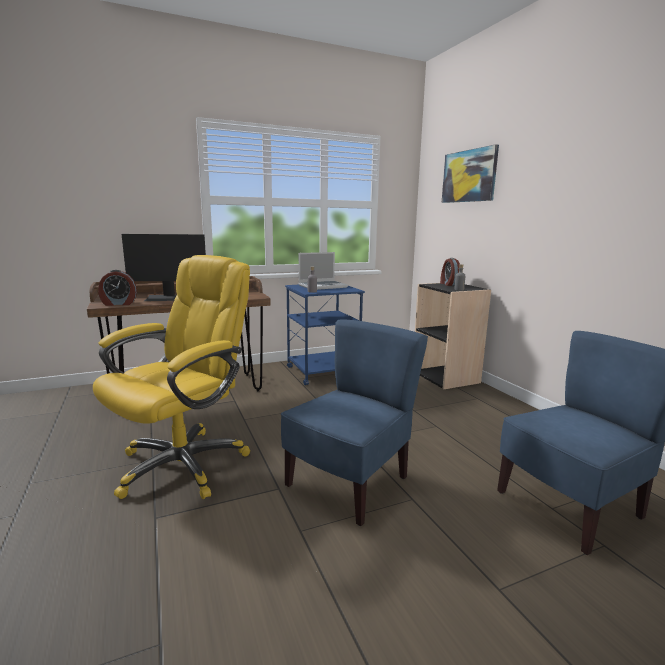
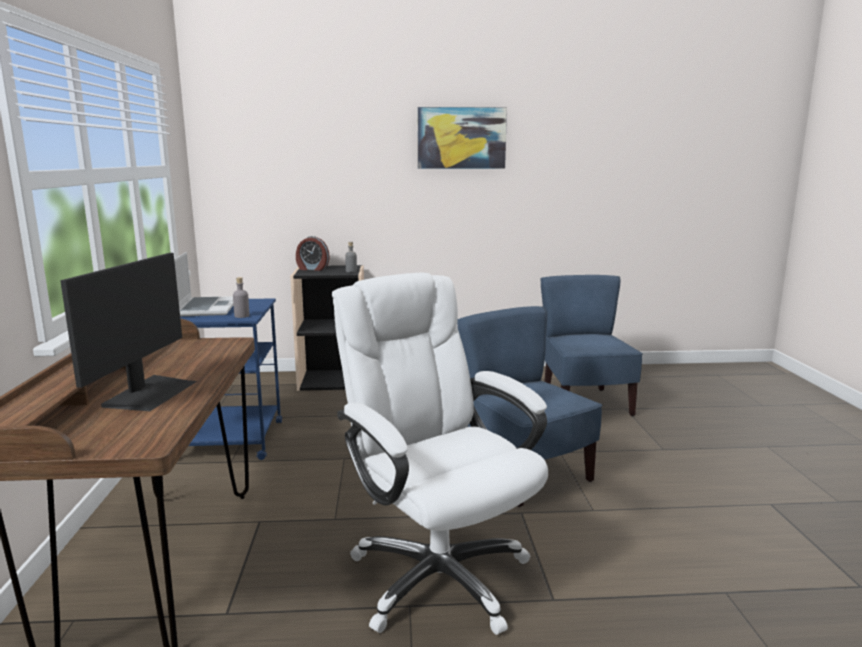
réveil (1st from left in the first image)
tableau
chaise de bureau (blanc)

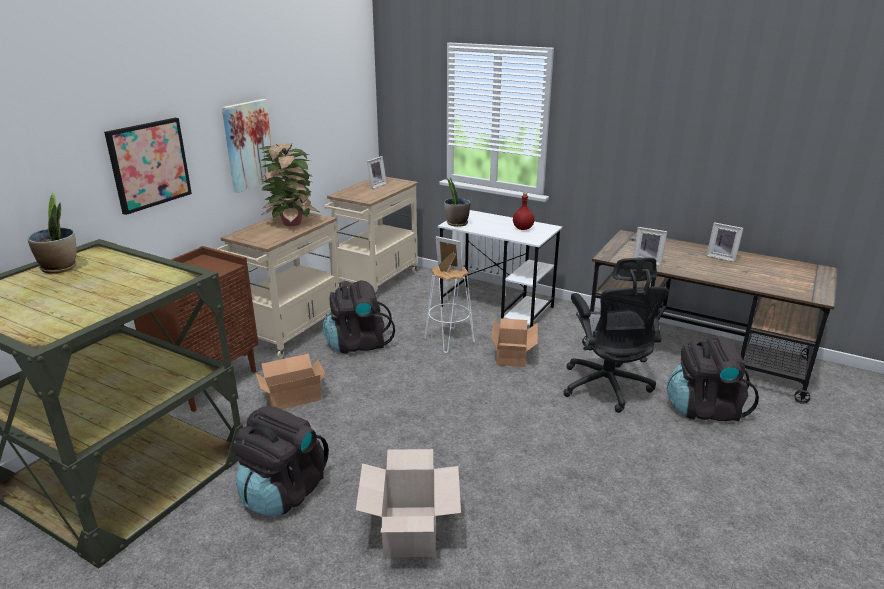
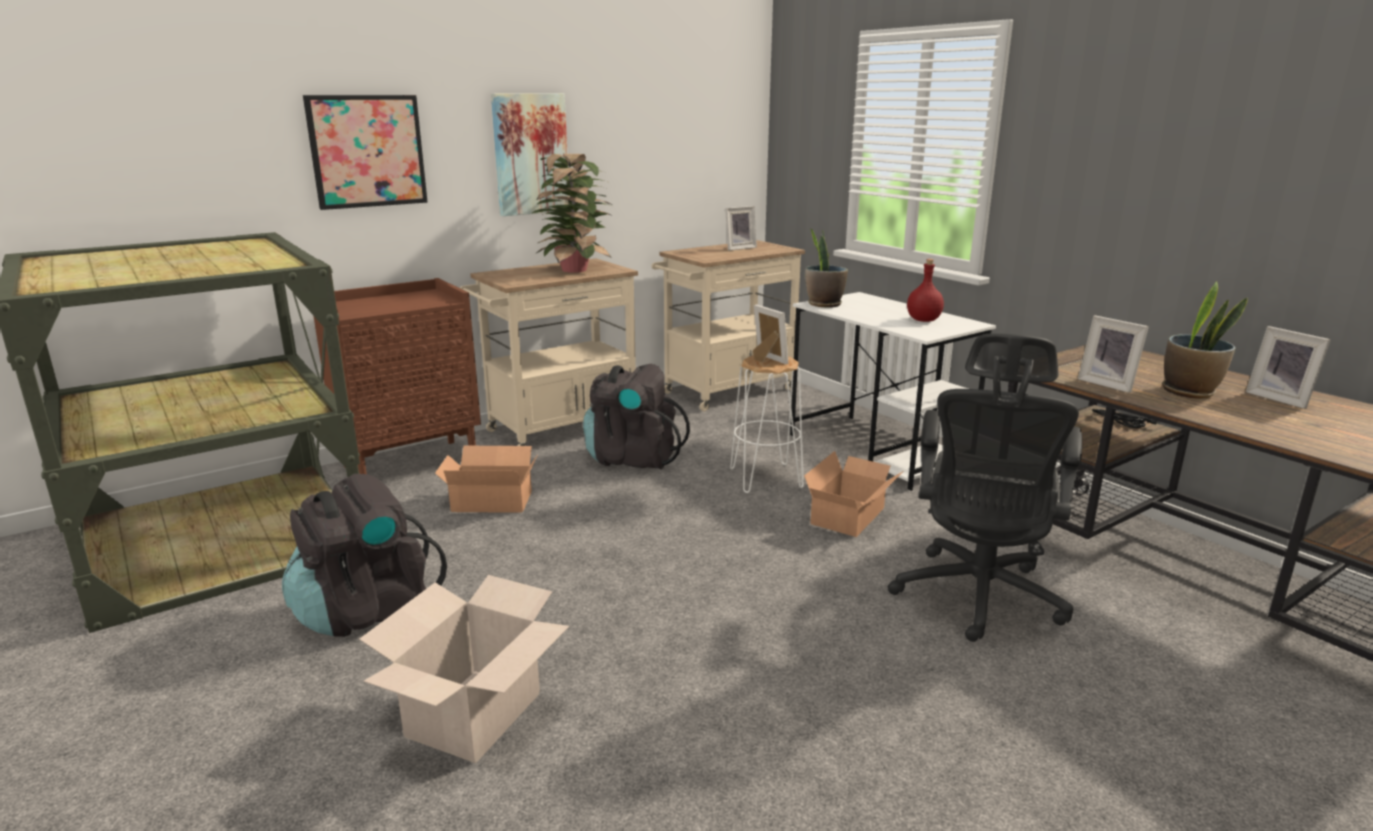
sac à dos (noir) (3rd from left in the first image)
plante en pot (3rd from left)

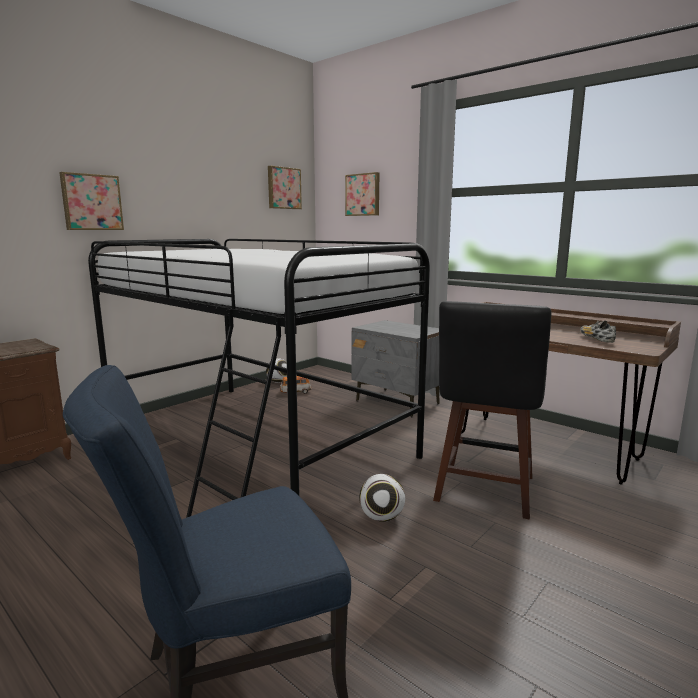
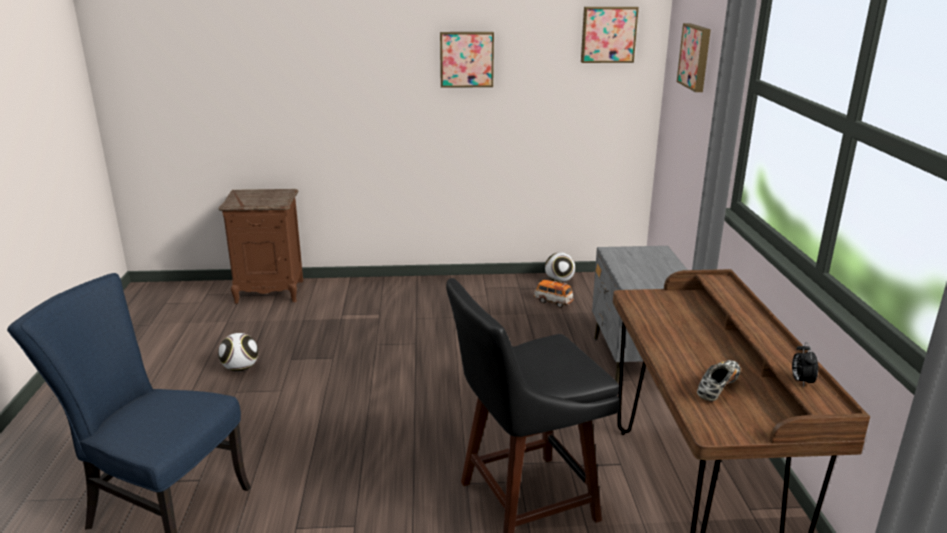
lit (noir)
réveil
tableau (1st from left)
ballon de foot (1st from left)

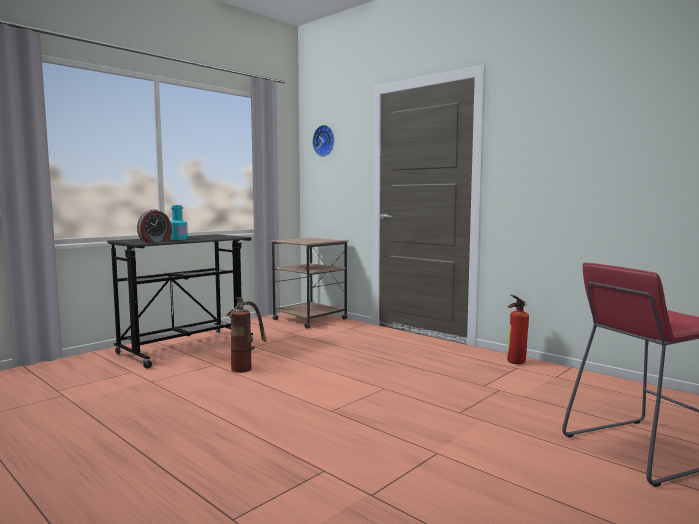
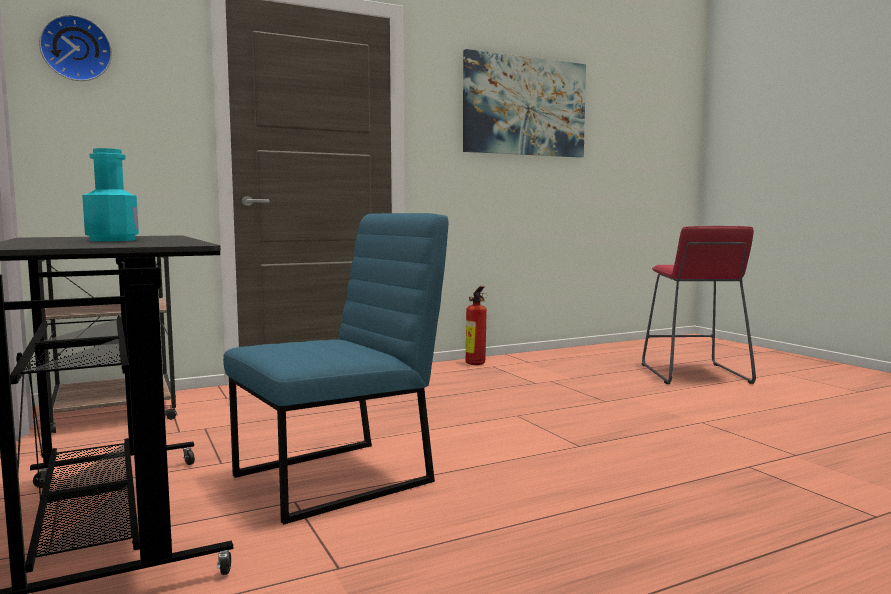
réveil
tableau
chaise (bleu)

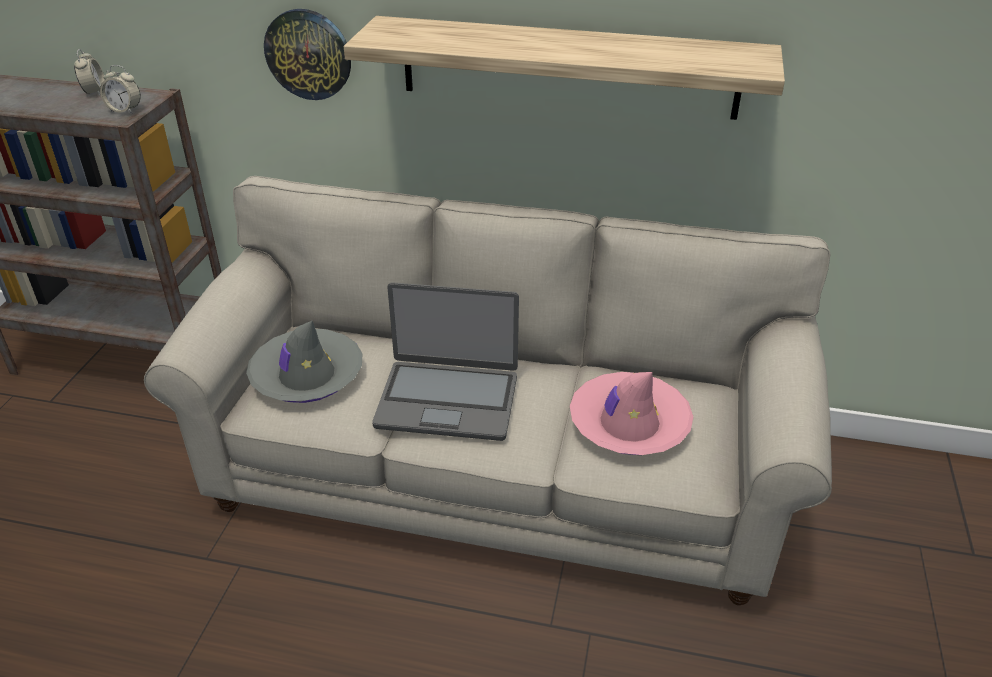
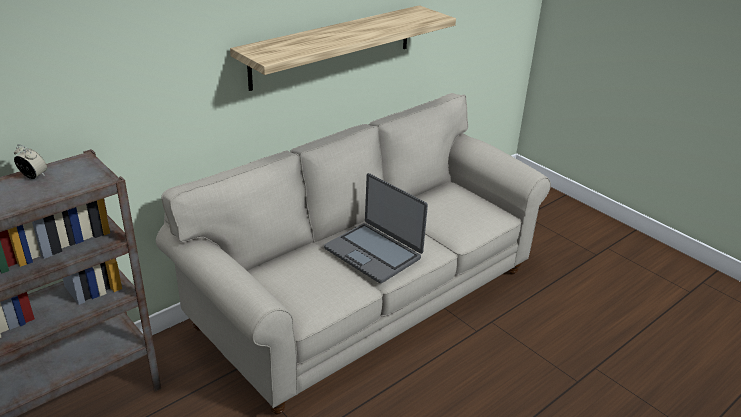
réveil (2nd from left in the first image)
chapeau (gris)
horloge murale
chapeau (rose)
ordinateur portable

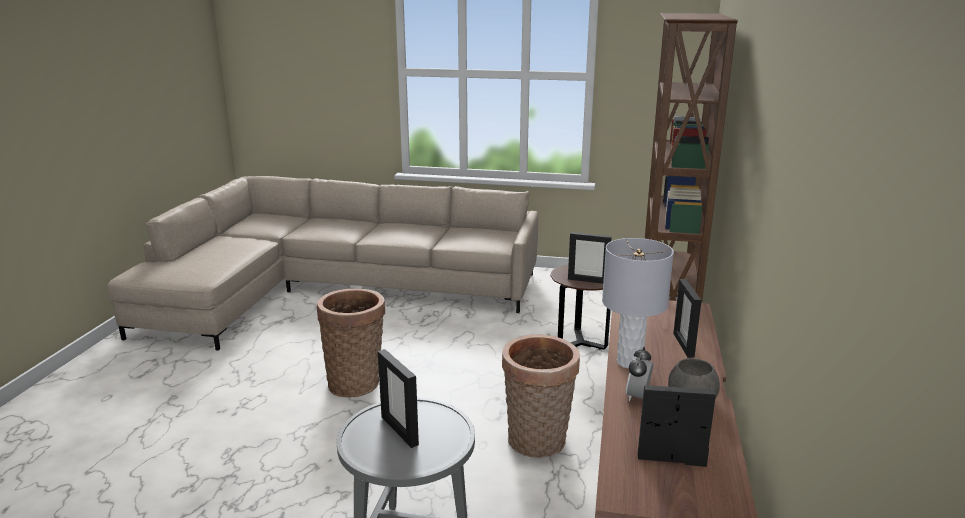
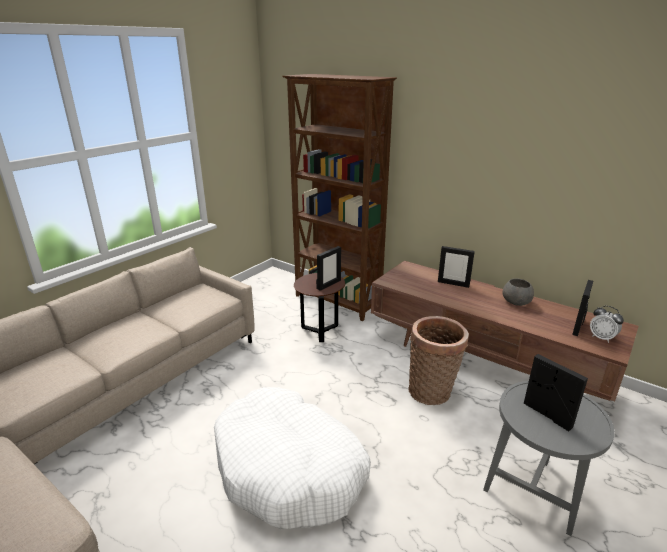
lampe de table (gris)
réveil
panier pour chien (blanc)
cadre photo (3rd from left)

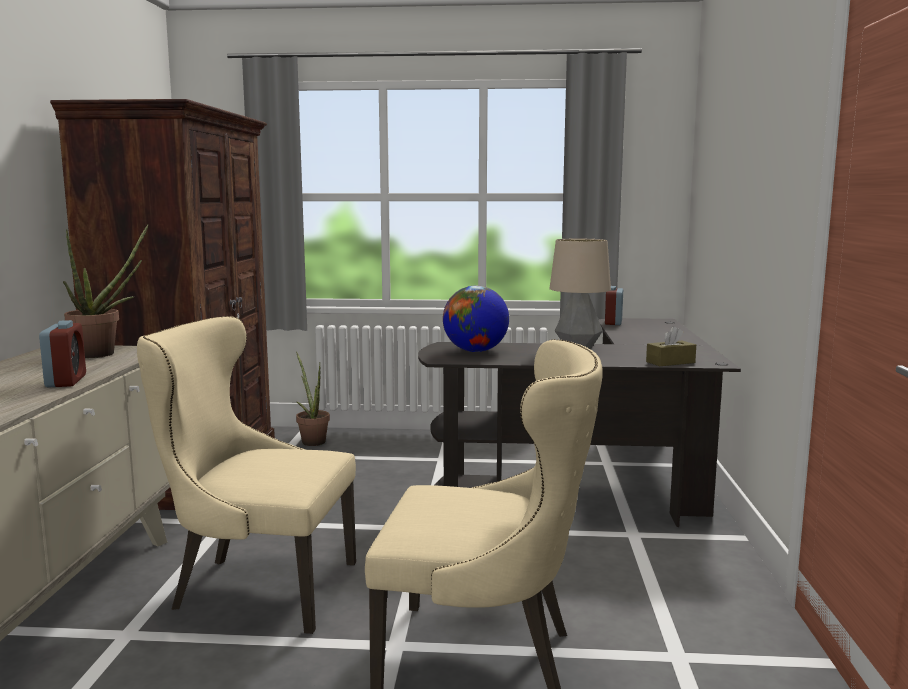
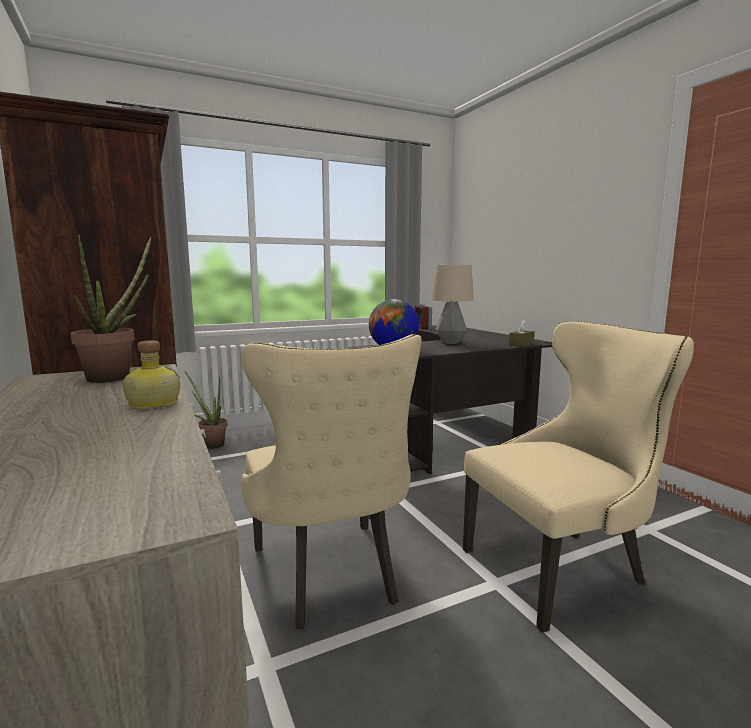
bouteille
chaise (beige) (1st from left)

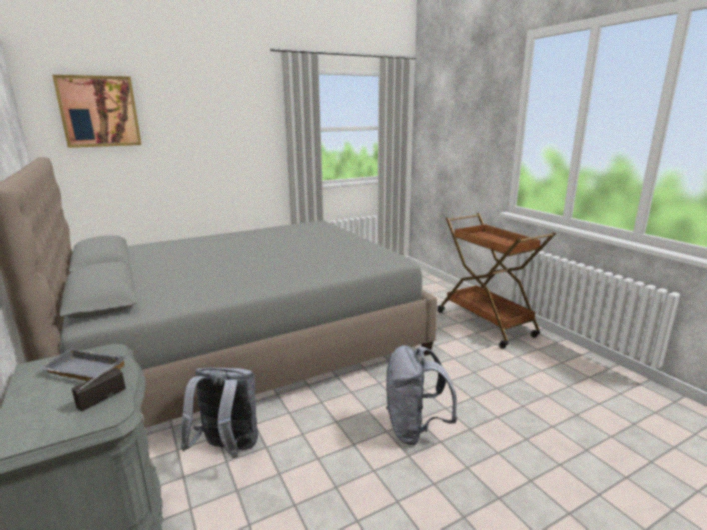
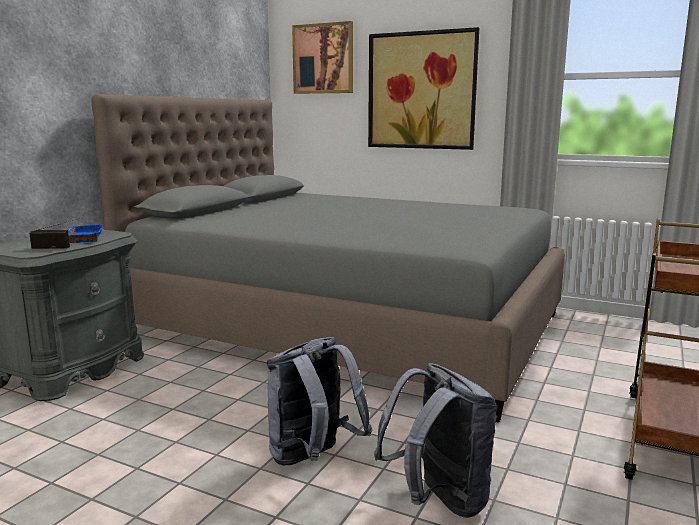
tableau (2nd from left)
sac à dos (gris) (2nd from left)
plateau (bleu)

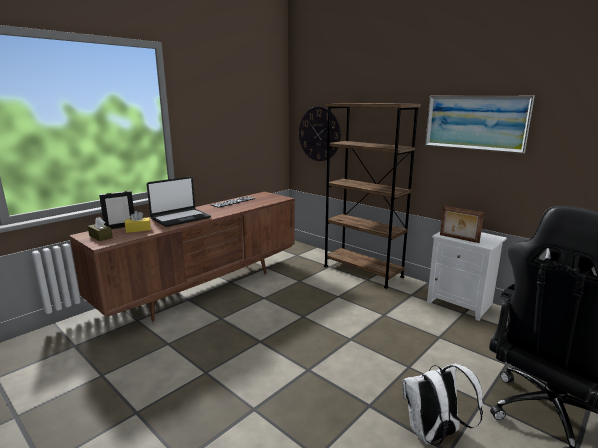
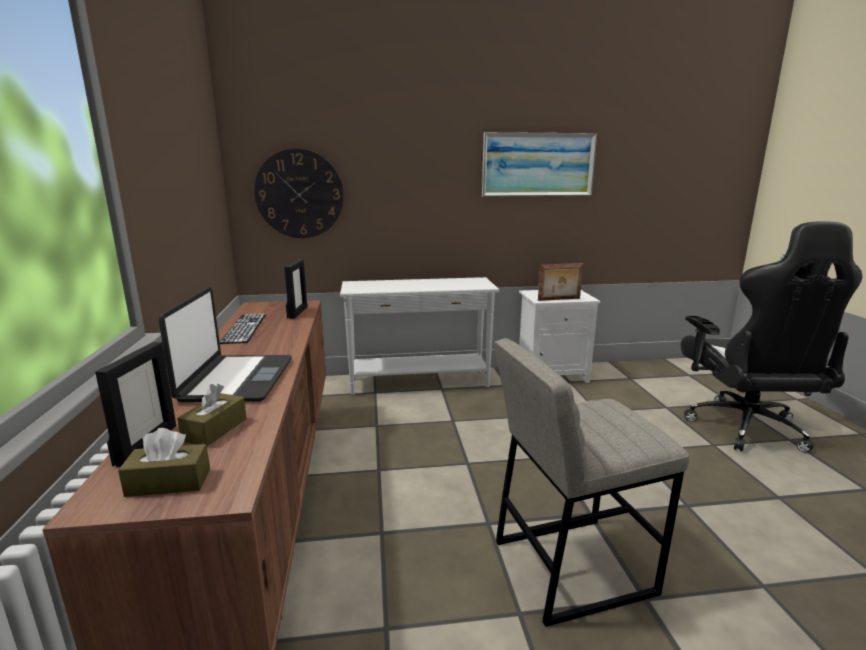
sac à dos (blanc)
cadre photo (2nd from left)
chaise (gris)
table console (blanc)
boîte à mouchoirs (marron) (2nd from left)

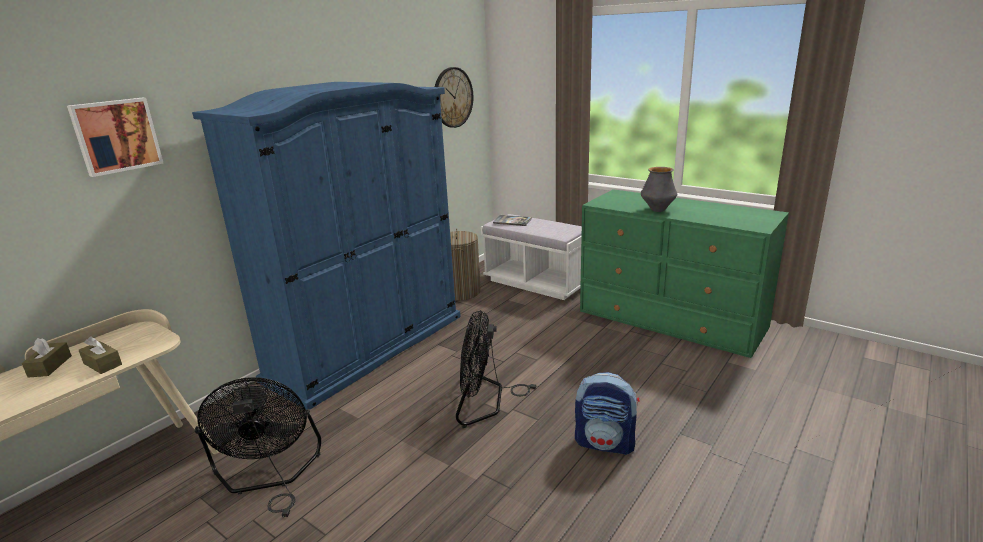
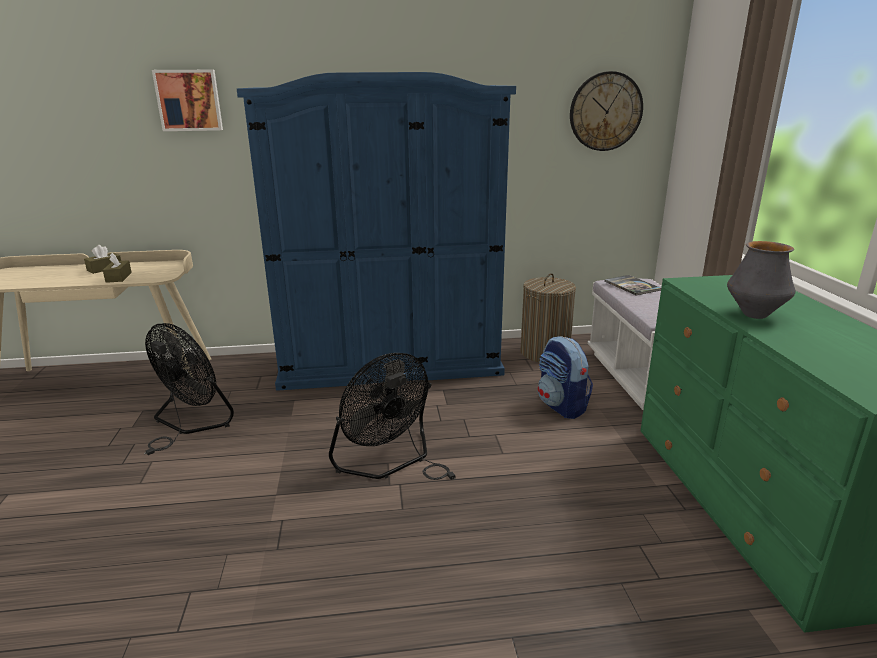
sac à dos

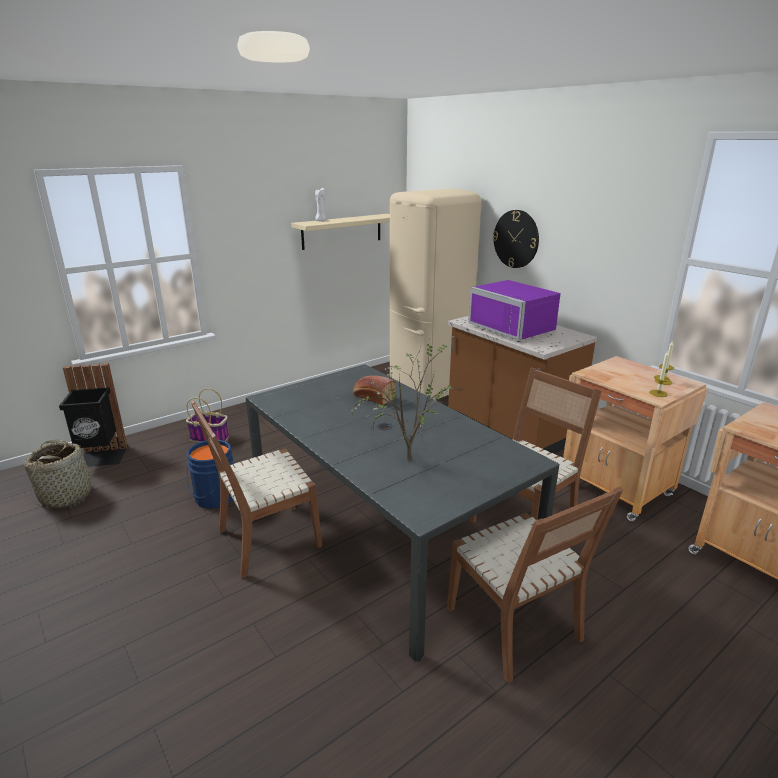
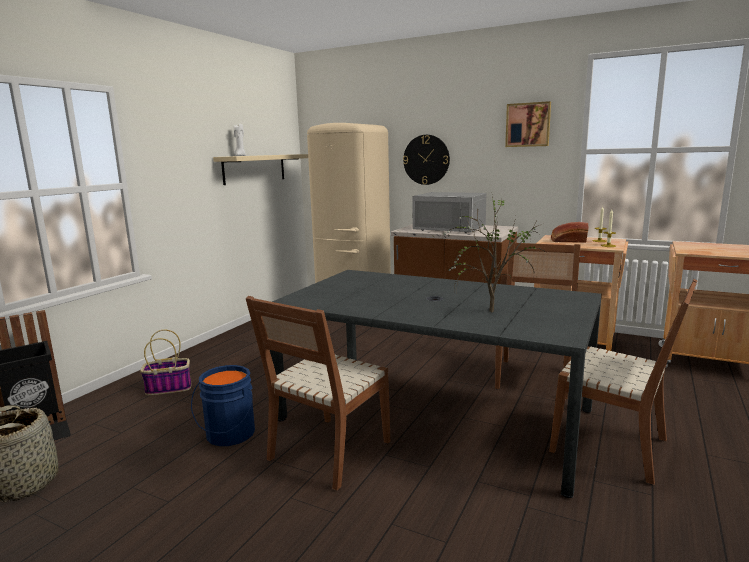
tableau
pain
micro-ondes (gris)

